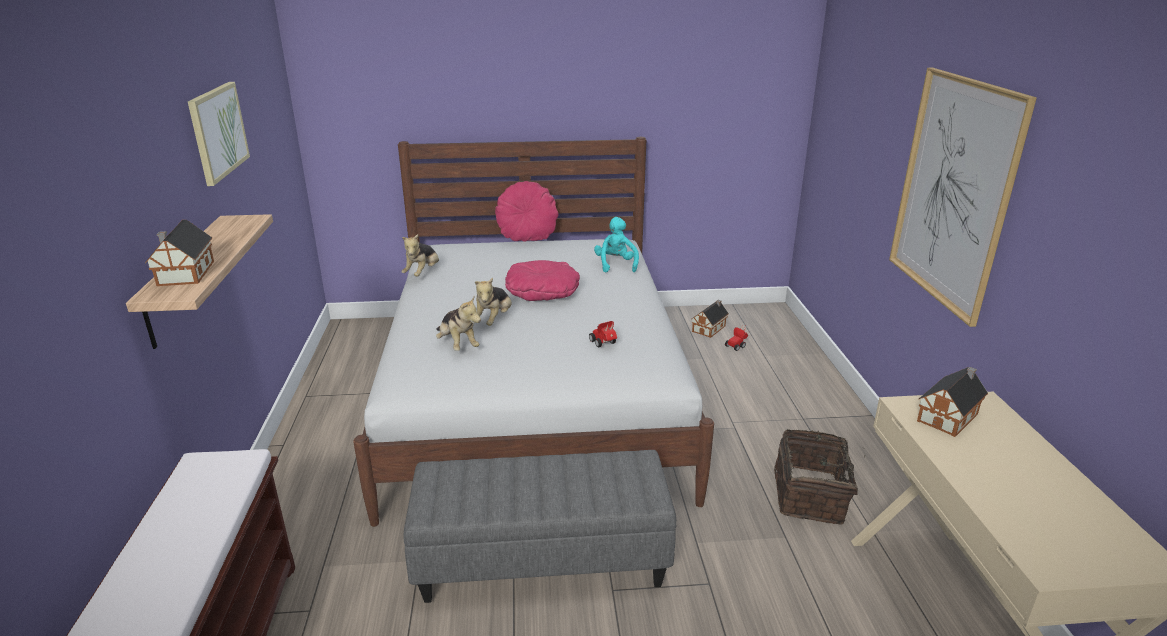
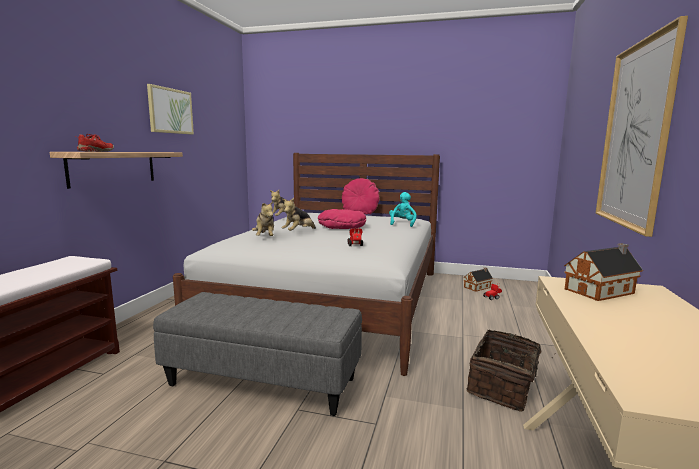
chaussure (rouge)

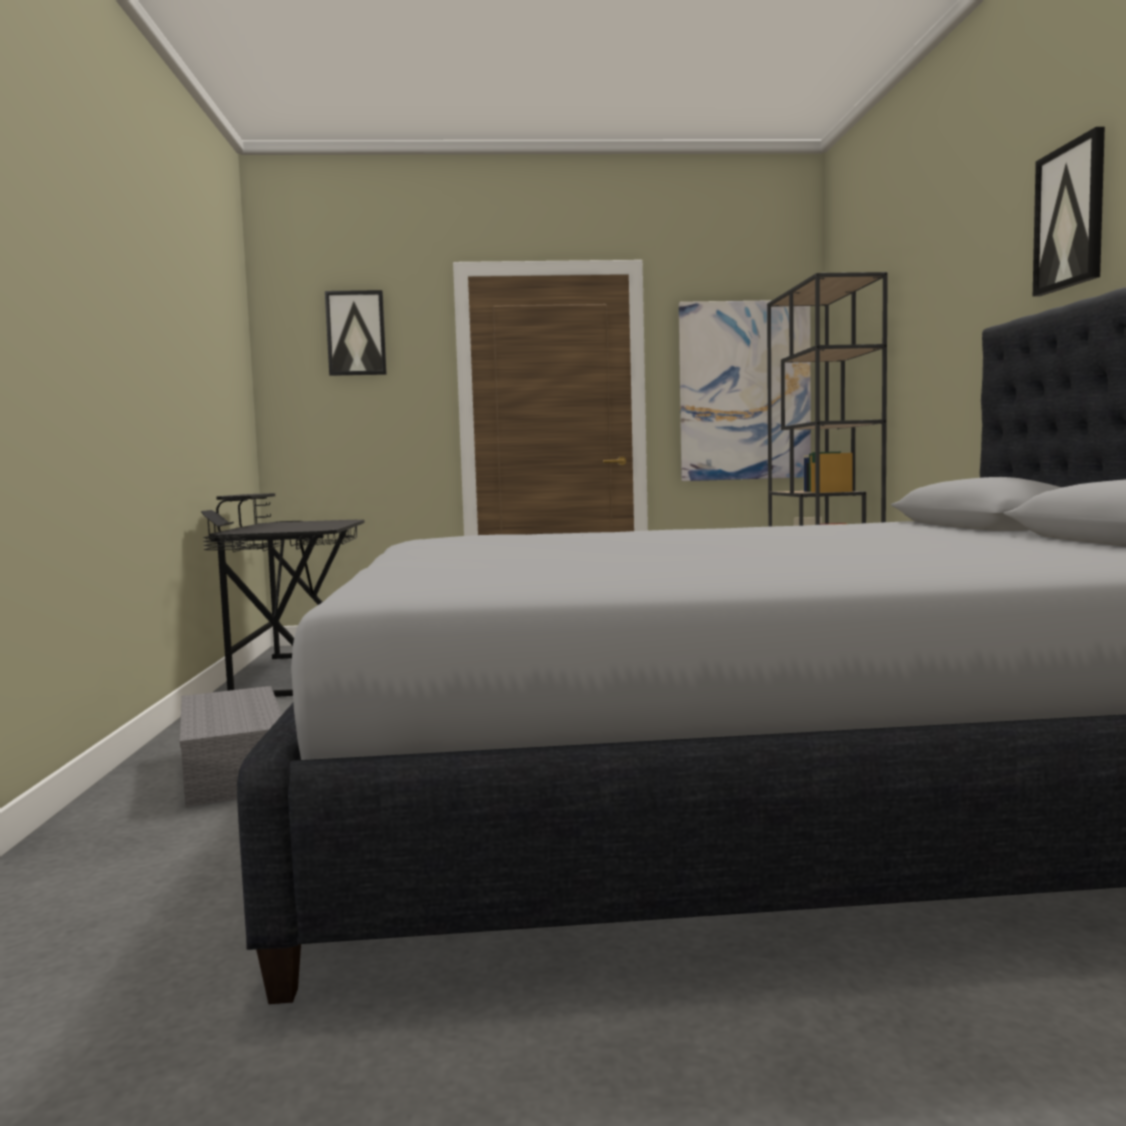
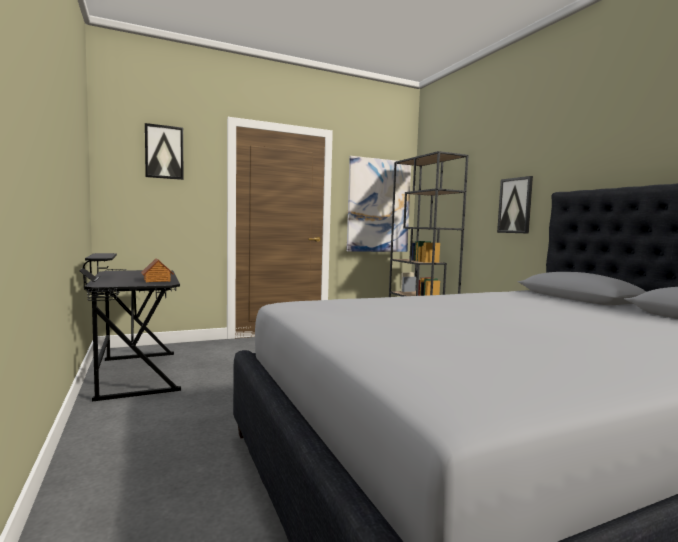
boîte de rangement (gris)
maison miniature
tableau (3rd from left)

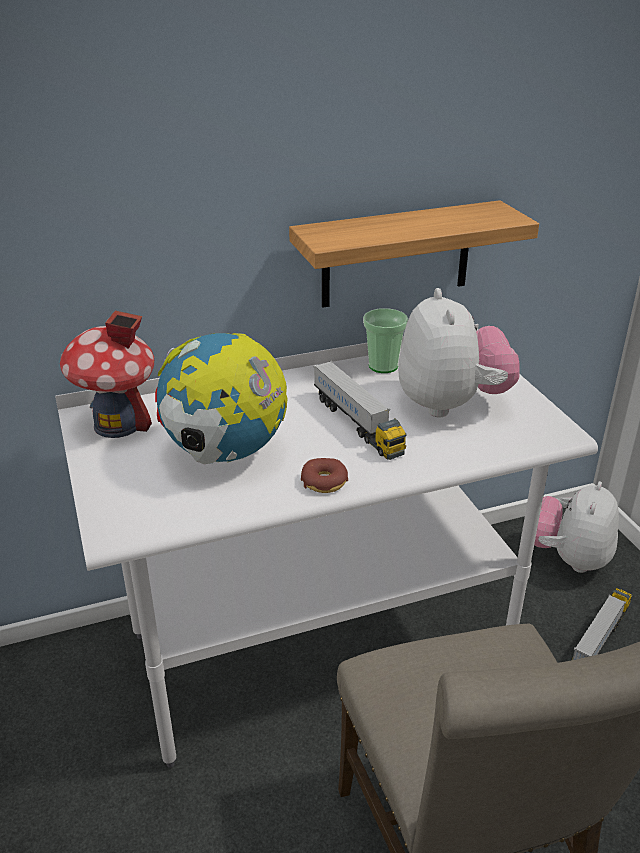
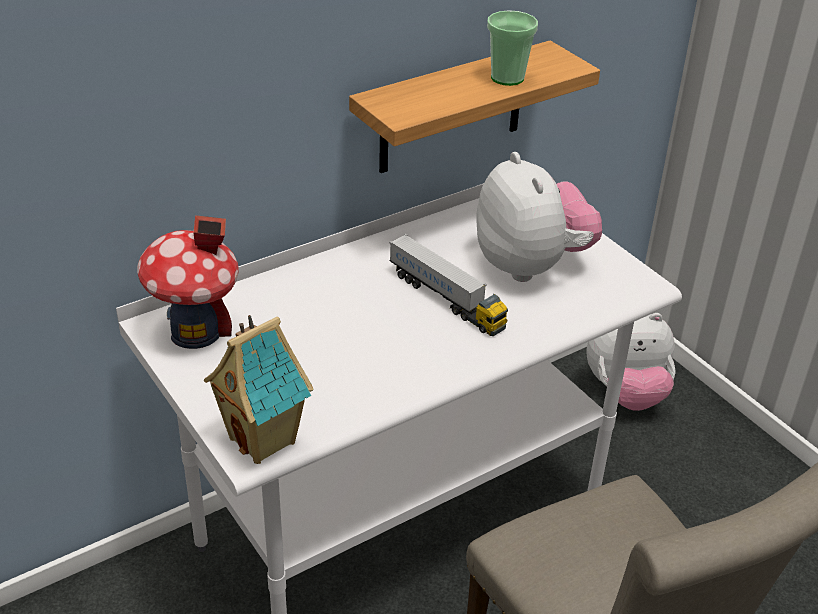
globe
beignet
camion jouet (2nd from left in the first image)
maison miniature (2nd from left)
tasse
peluche (2nd from left)

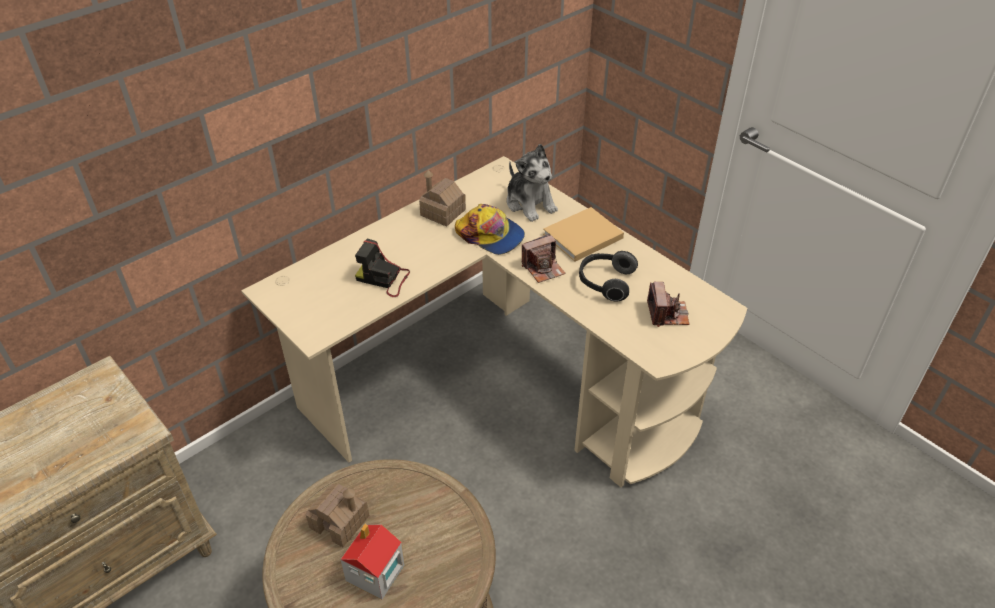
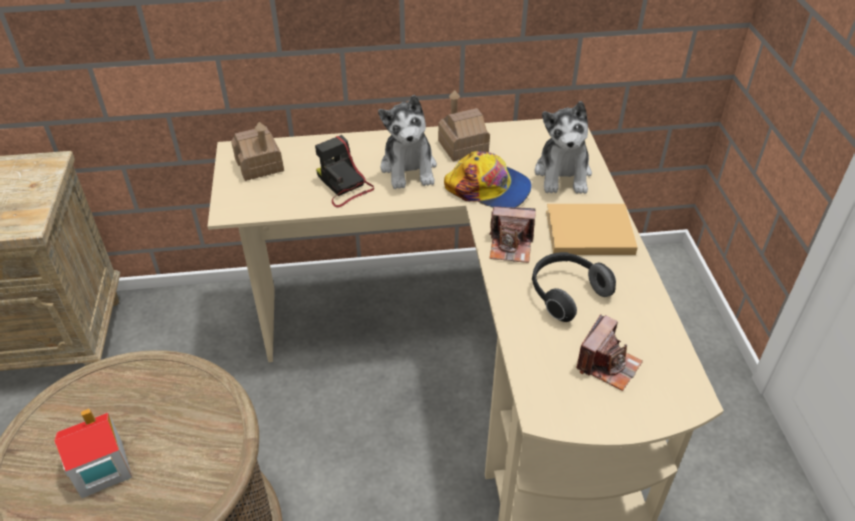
peluche (1st from left)
maison miniature (2nd from left)
casquette

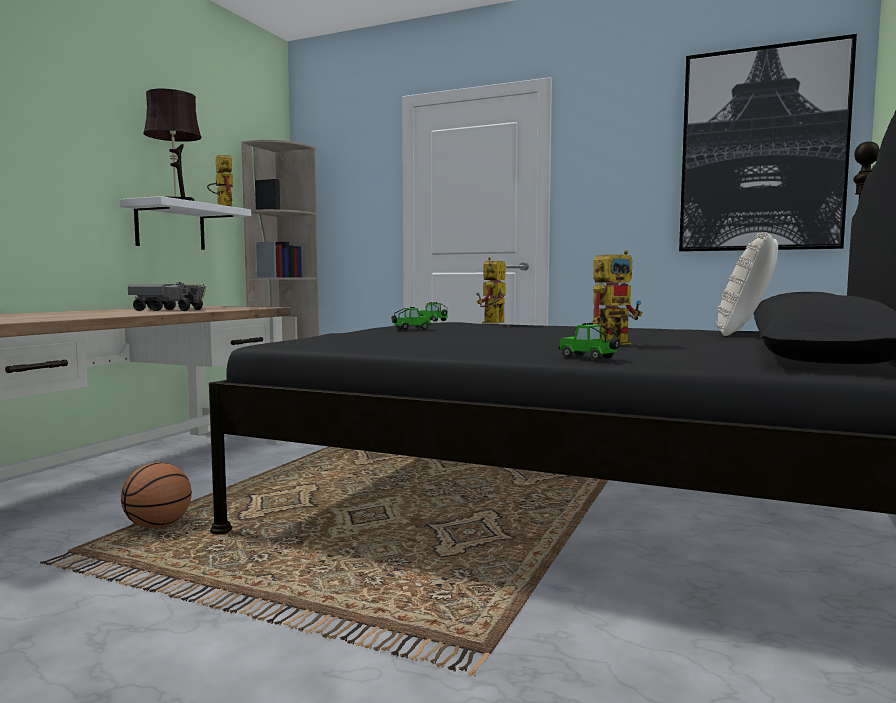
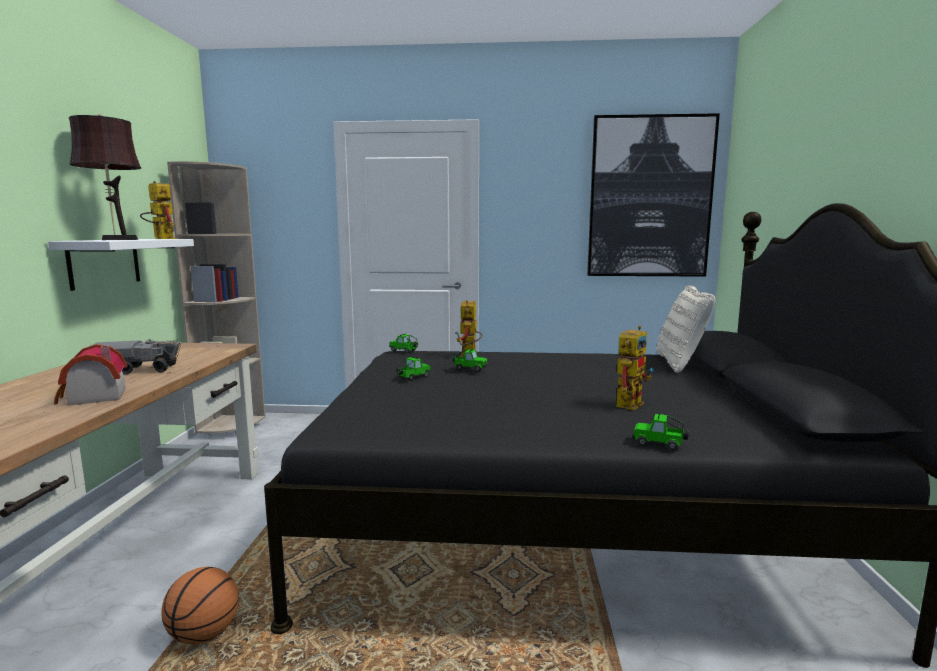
maison miniature
petite voiture (3rd from left)

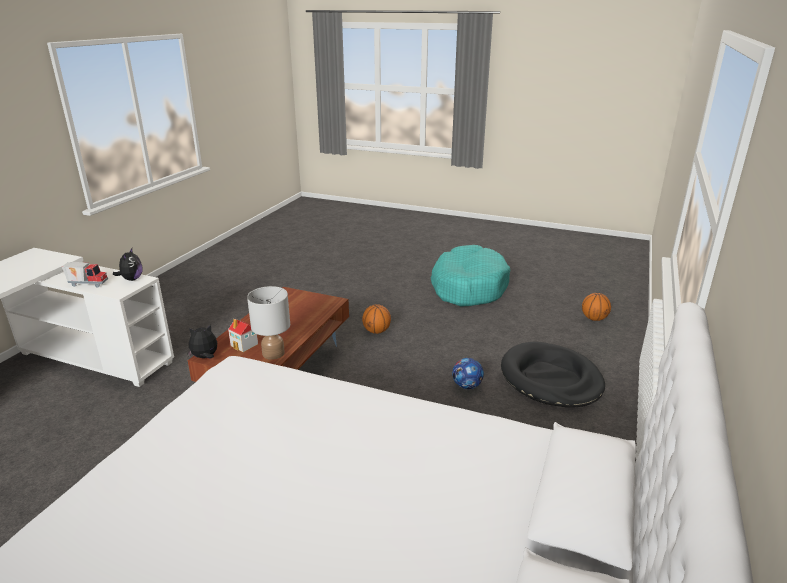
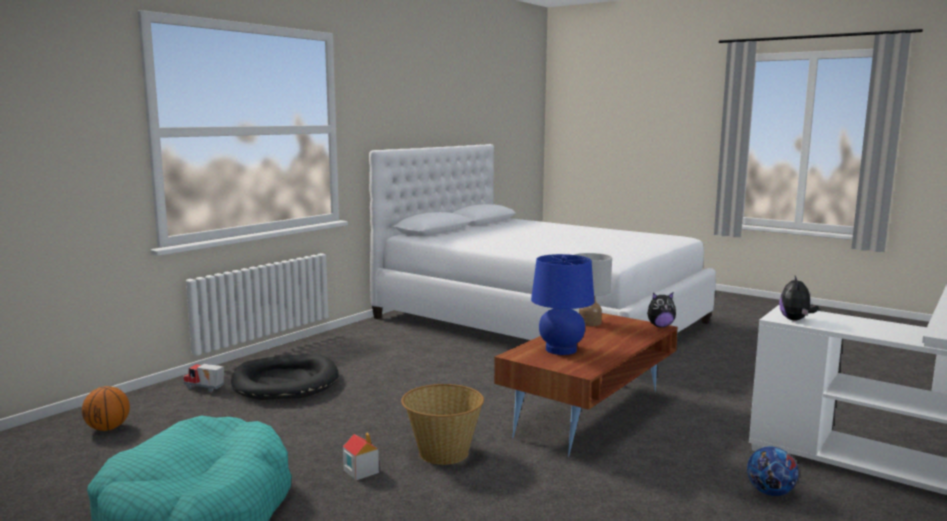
lampe de table (bleu)
camion jouet
maison miniature
ballon de foot
panier

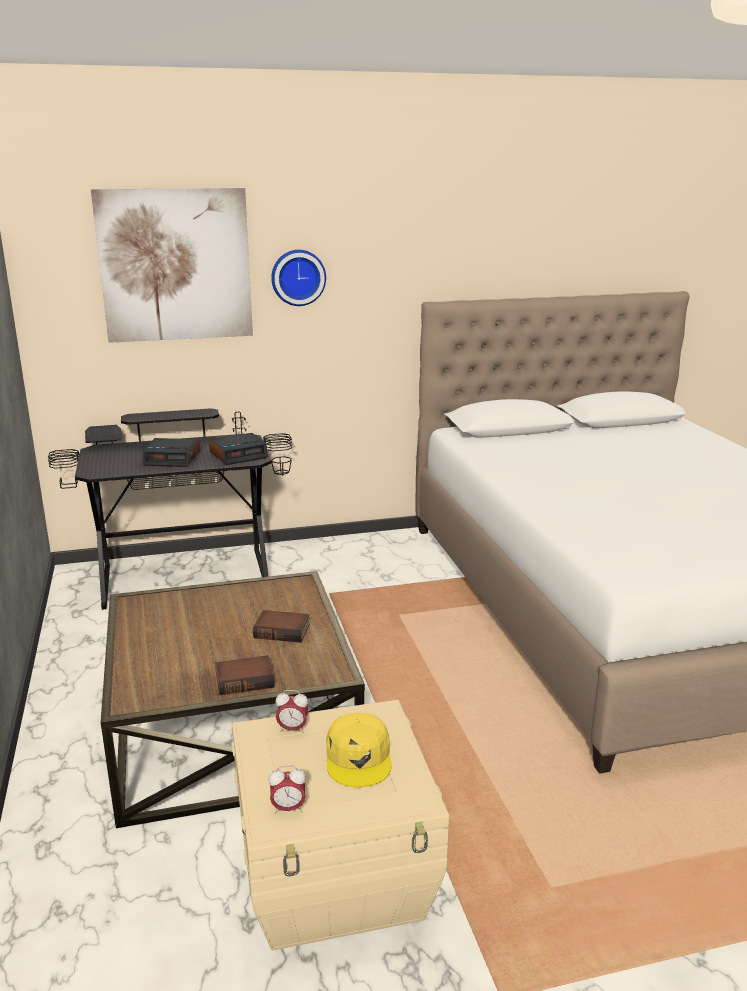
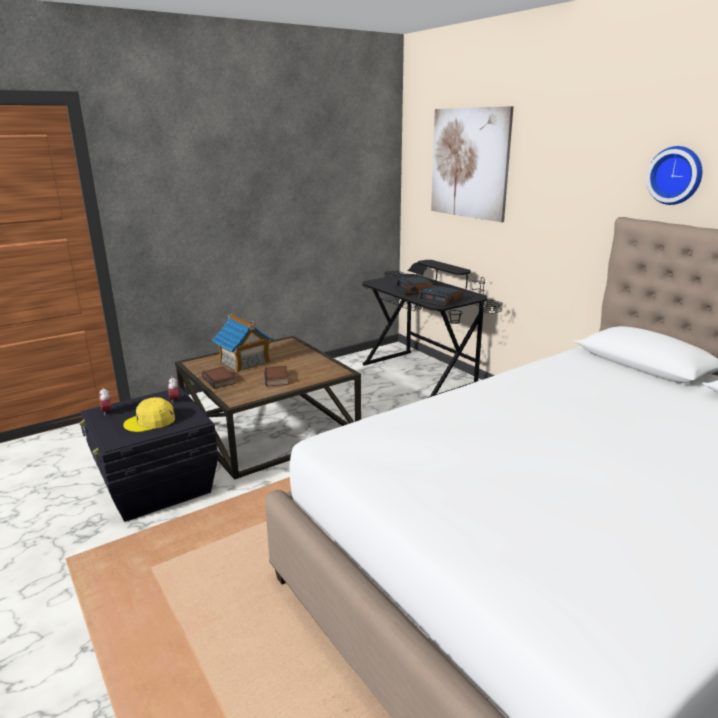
maison miniature
horloge murale
boîte de rangement (noir)

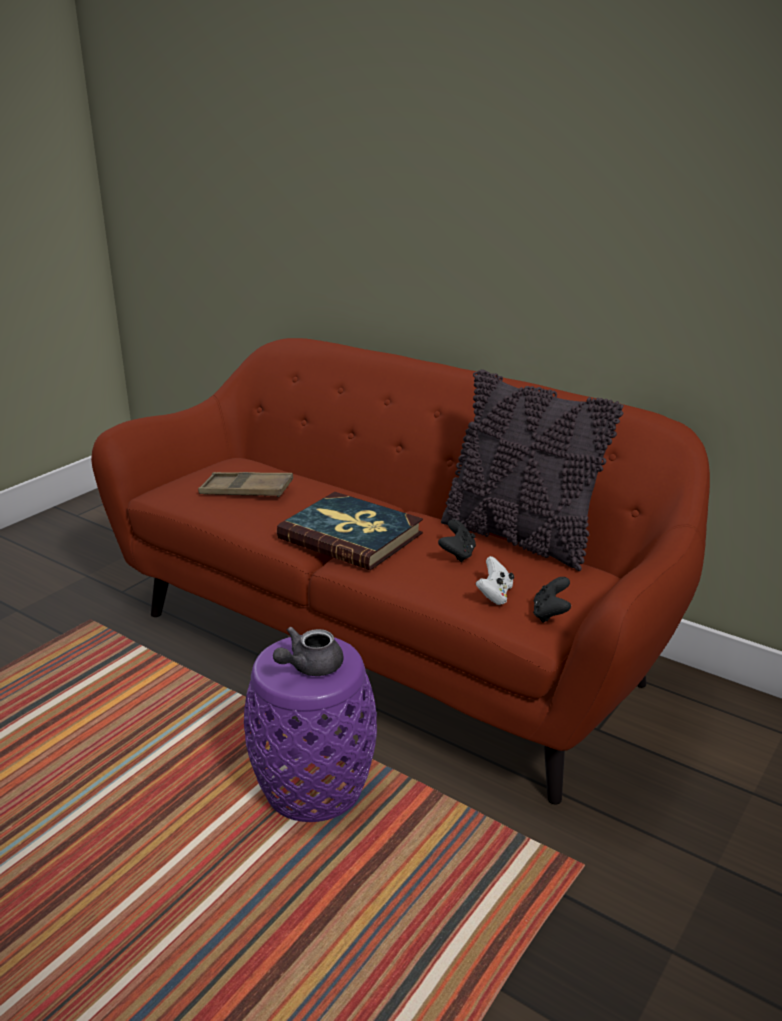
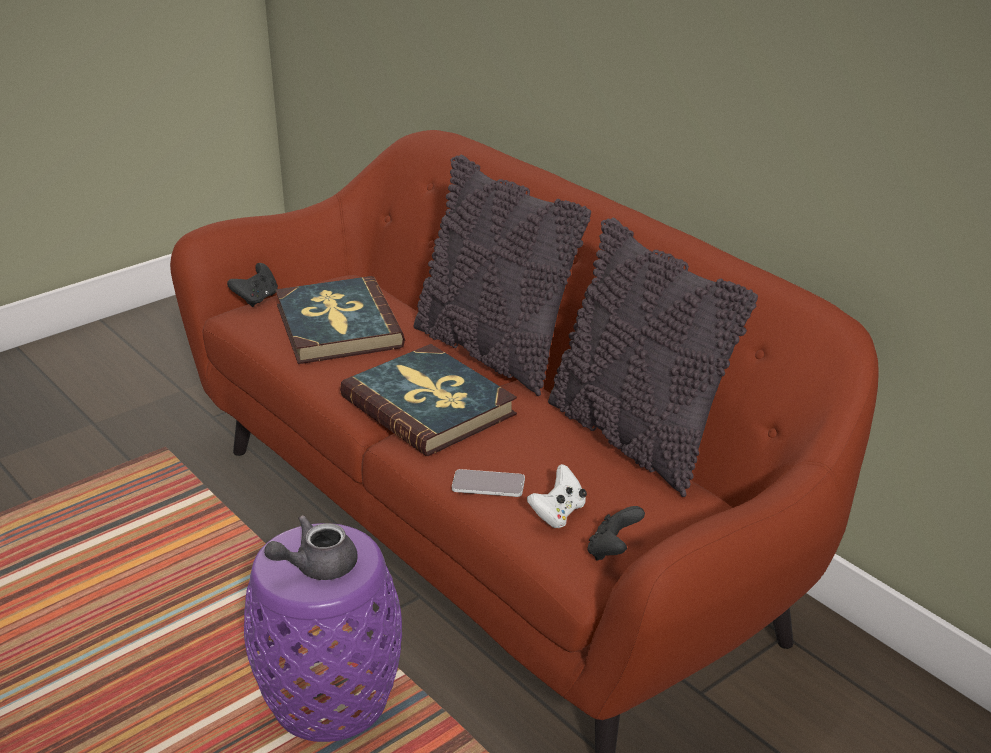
coussin (noir) (1st from left)
téléphone
manette (noir) (1st from left)
livre (1st from left)

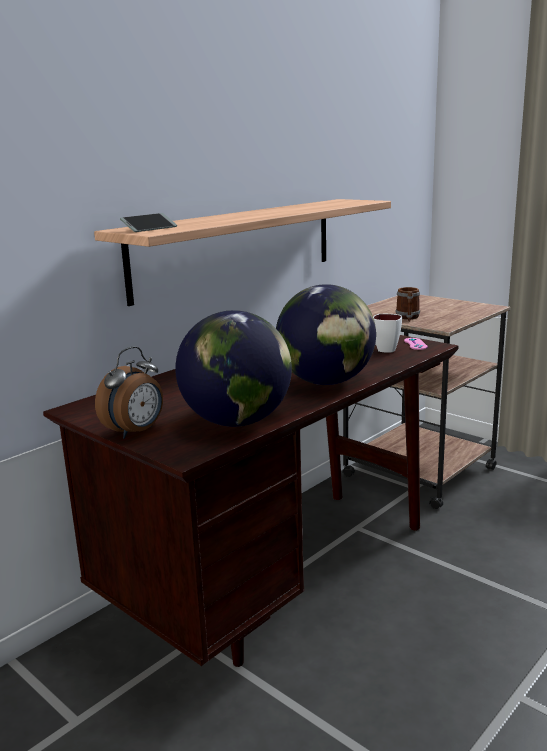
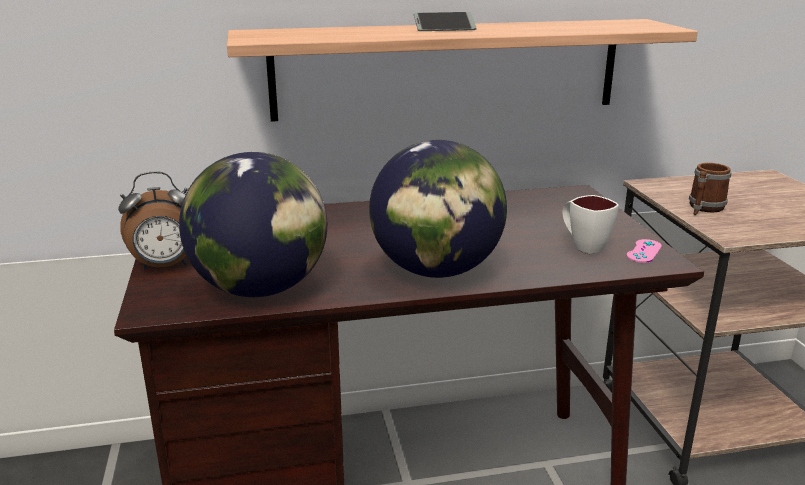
téléphone

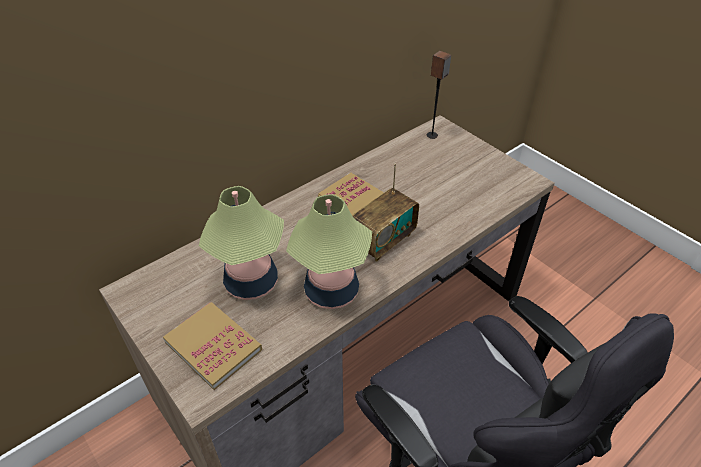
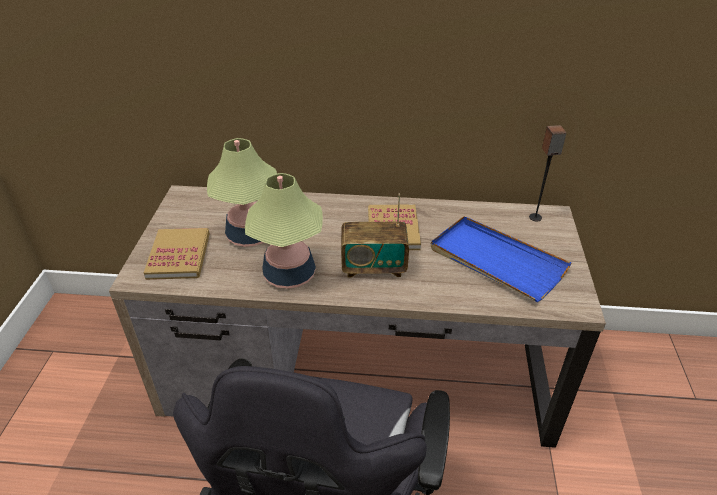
plateau (bleu)

